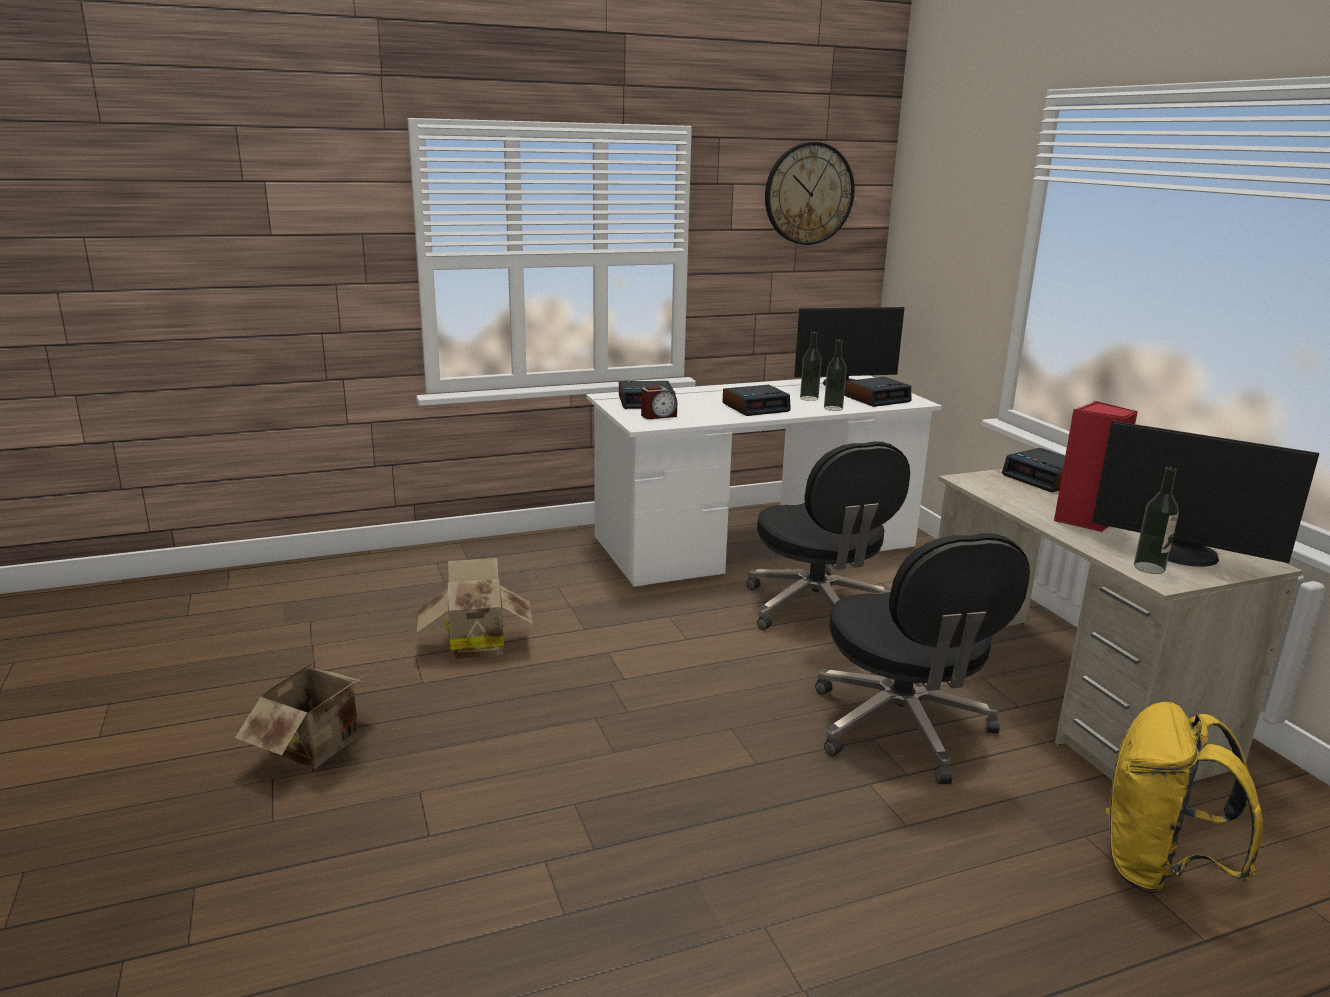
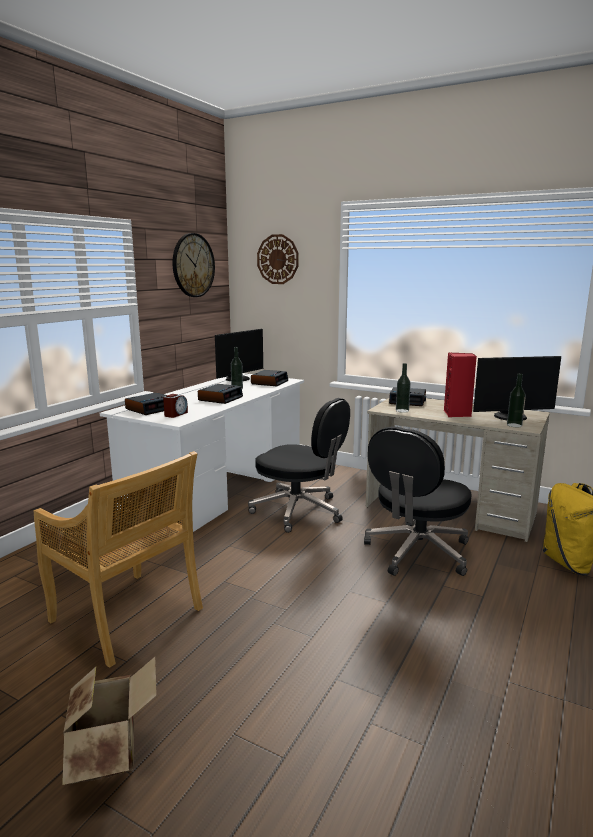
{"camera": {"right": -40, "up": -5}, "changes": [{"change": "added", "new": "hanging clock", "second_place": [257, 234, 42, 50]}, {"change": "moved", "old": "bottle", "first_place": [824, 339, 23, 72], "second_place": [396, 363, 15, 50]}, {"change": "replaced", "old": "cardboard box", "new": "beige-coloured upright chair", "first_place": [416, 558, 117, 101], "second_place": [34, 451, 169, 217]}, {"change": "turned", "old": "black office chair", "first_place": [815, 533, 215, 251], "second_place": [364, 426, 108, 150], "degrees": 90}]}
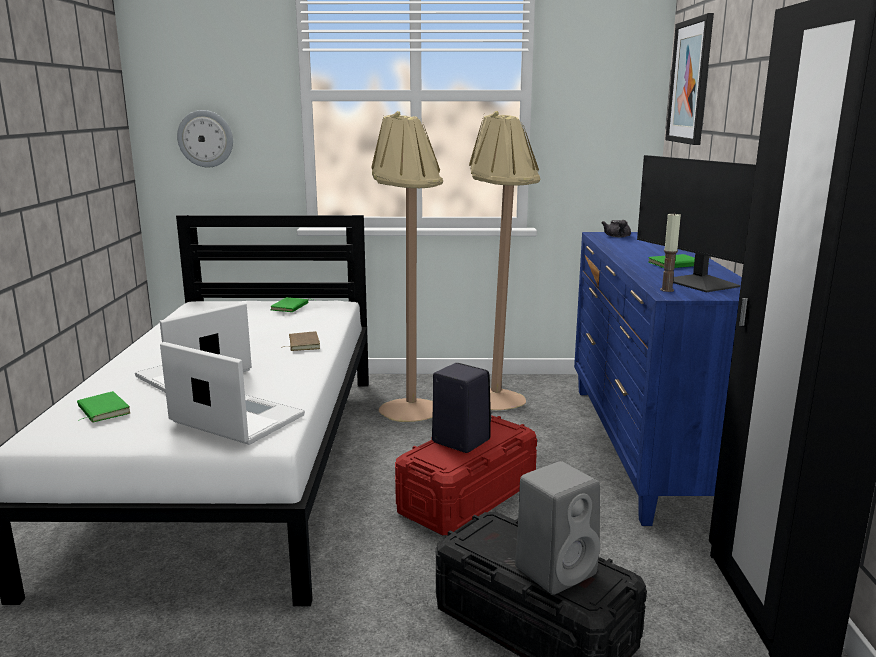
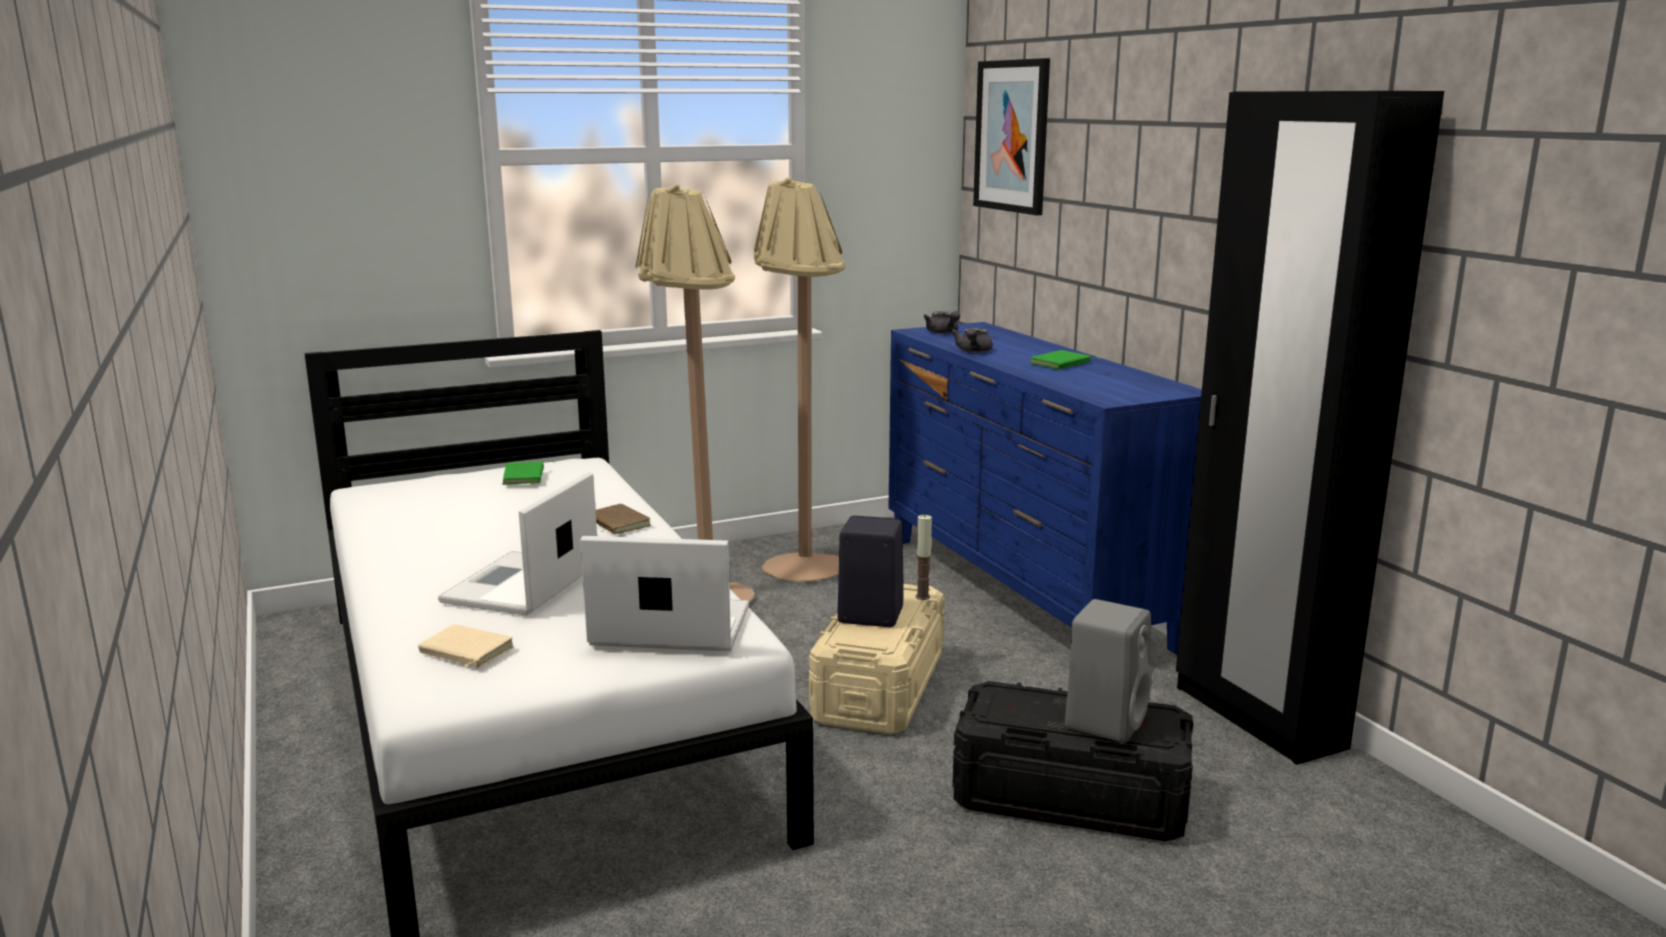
{"camera": {"right": -25, "up": 0}, "changes": [{"change": "removed", "old": "hanging clock", "first_place": [177, 110, 56, 57]}, {"change": "removed", "old": "computer display", "first_place": [637, 155, 119, 137]}, {"change": "added", "new": "greyish pot for tea", "second_place": [951, 328, 42, 25]}, {"change": "moved", "old": "wax candle", "first_place": [660, 212, 21, 80], "second_place": [915, 514, 17, 86]}, {"change": "recoloured", "old": "greenish volume", "new": "beige-coloured volume", "first_place": [77, 391, 53, 32], "second_place": [418, 624, 96, 45]}, {"change": "recoloured", "old": "reddish storage bin", "new": "beige-coloured storage bin", "first_place": [395, 415, 142, 120], "second_place": [809, 584, 136, 150]}]}
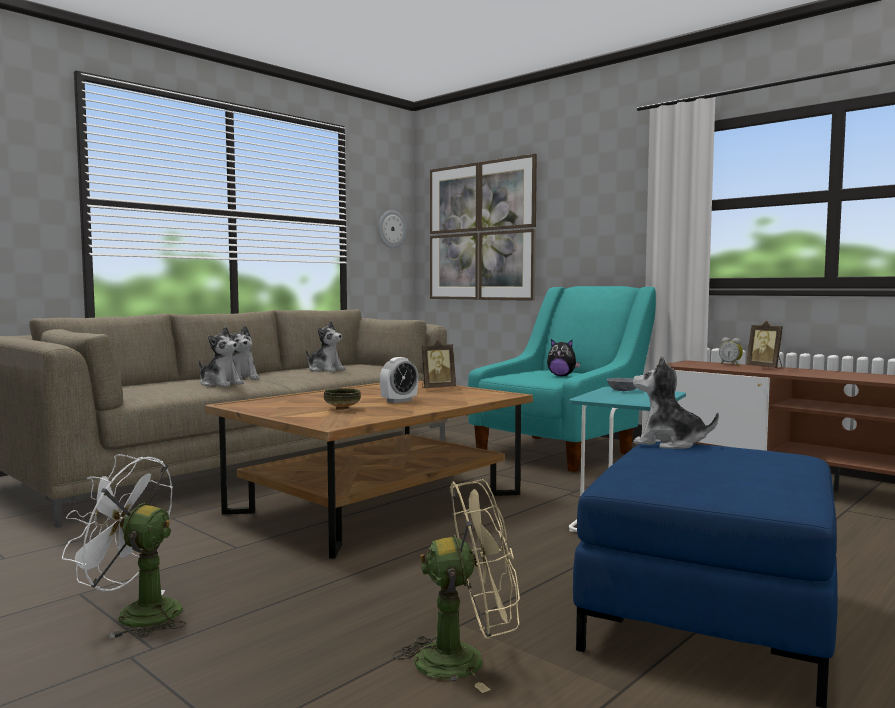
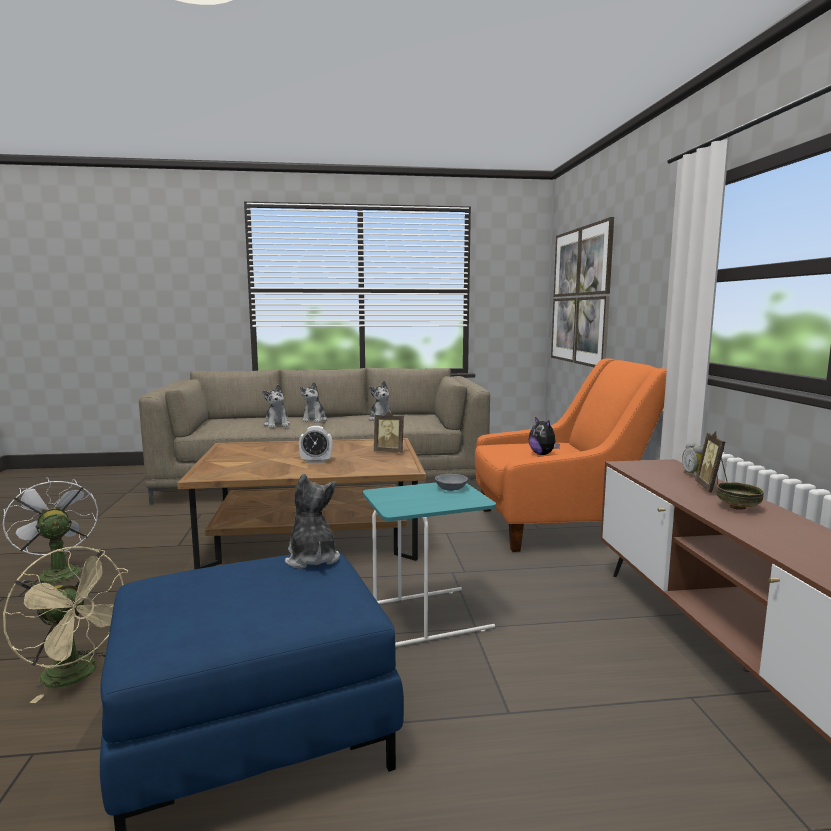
{"camera": {"right": 40, "up": 5}, "changes": [{"change": "removed", "old": "hanging clock", "first_place": [378, 210, 28, 38]}, {"change": "moved", "old": "deep dish", "first_place": [324, 388, 37, 22], "second_place": [716, 482, 48, 28]}, {"change": "recoloured", "old": "turquoise easy chair", "new": "orange-coloured easy chair", "first_place": [468, 286, 188, 186], "second_place": [475, 358, 192, 194]}]}
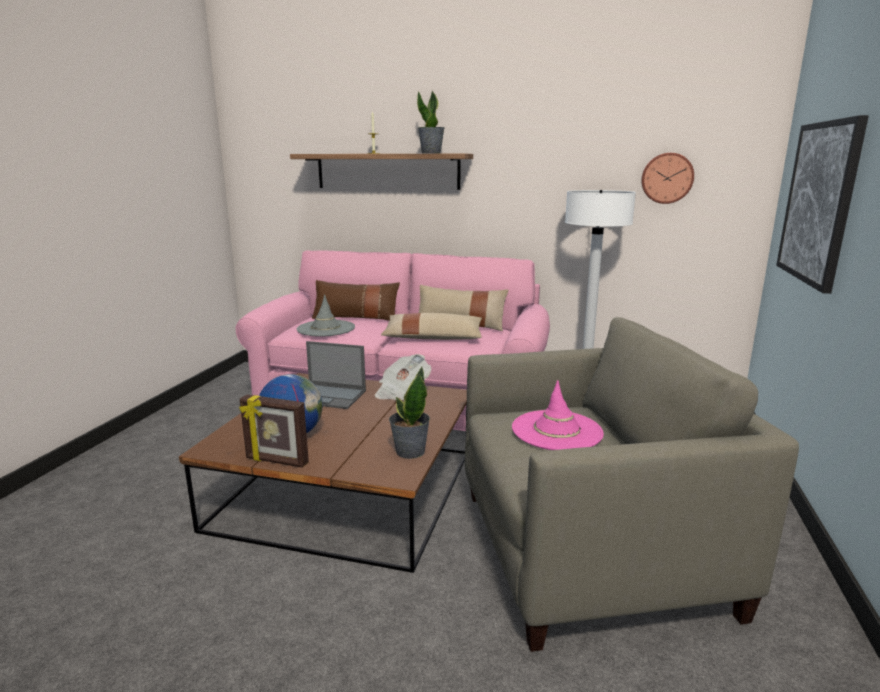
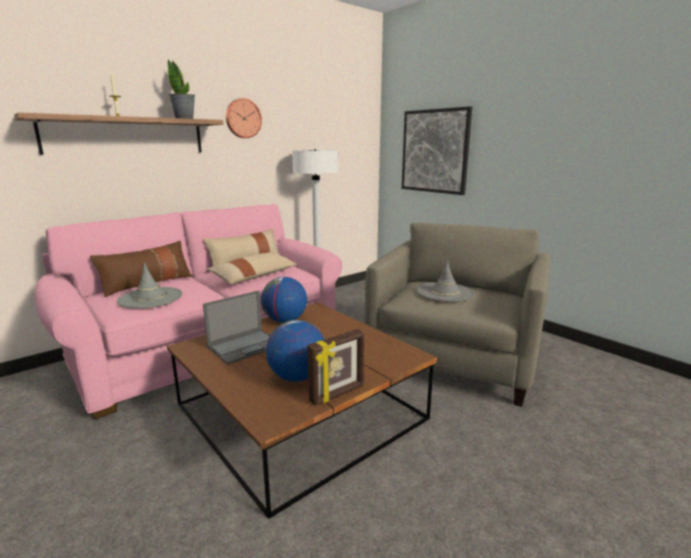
{"camera": {"right": -55, "up": 0}, "changes": [{"change": "removed", "old": "houseplant", "first_place": [389, 367, 41, 92]}, {"change": "moved", "old": "hanging clock", "first_place": [641, 153, 53, 51], "second_place": [226, 98, 36, 40]}, {"change": "replaced", "old": "daily paper", "new": "globe", "first_place": [374, 354, 57, 46], "second_place": [261, 277, 46, 46]}, {"change": "recoloured", "old": "pinkish wearable hat", "new": "greyish wearable hat", "first_place": [512, 380, 92, 70], "second_place": [417, 260, 57, 42]}]}
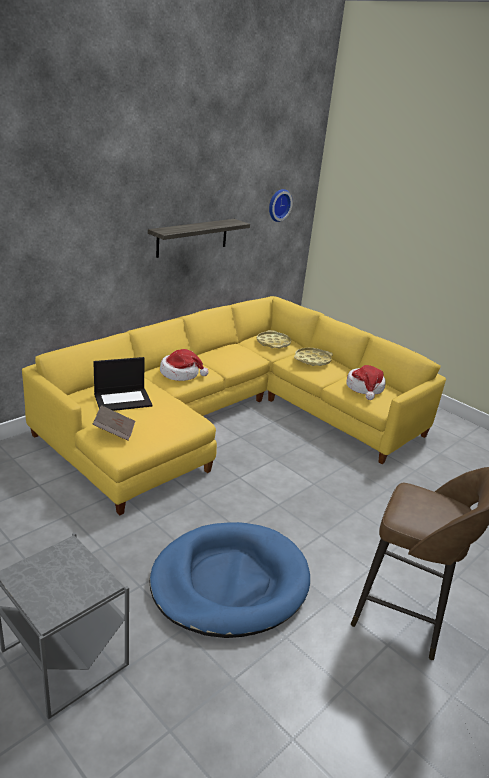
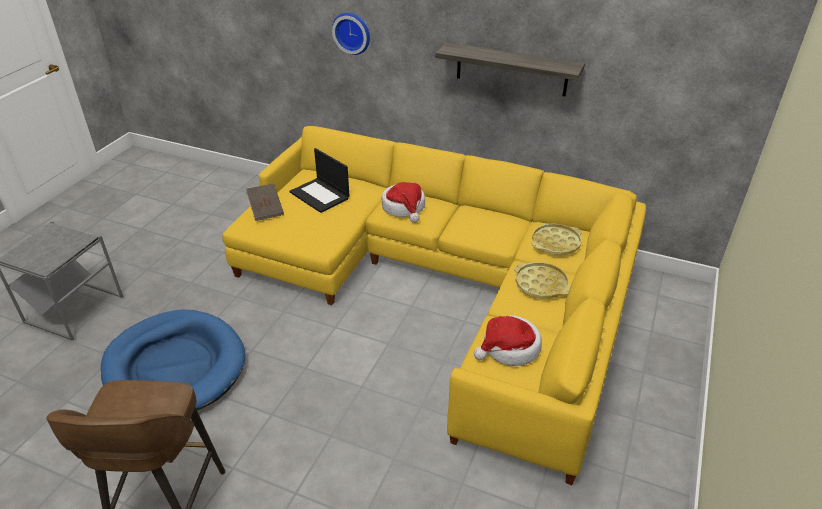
{"camera": {"right": 70, "up": 10}, "changes": [{"change": "moved", "old": "hanging clock", "first_place": [269, 189, 24, 33], "second_place": [332, 13, 38, 42]}]}
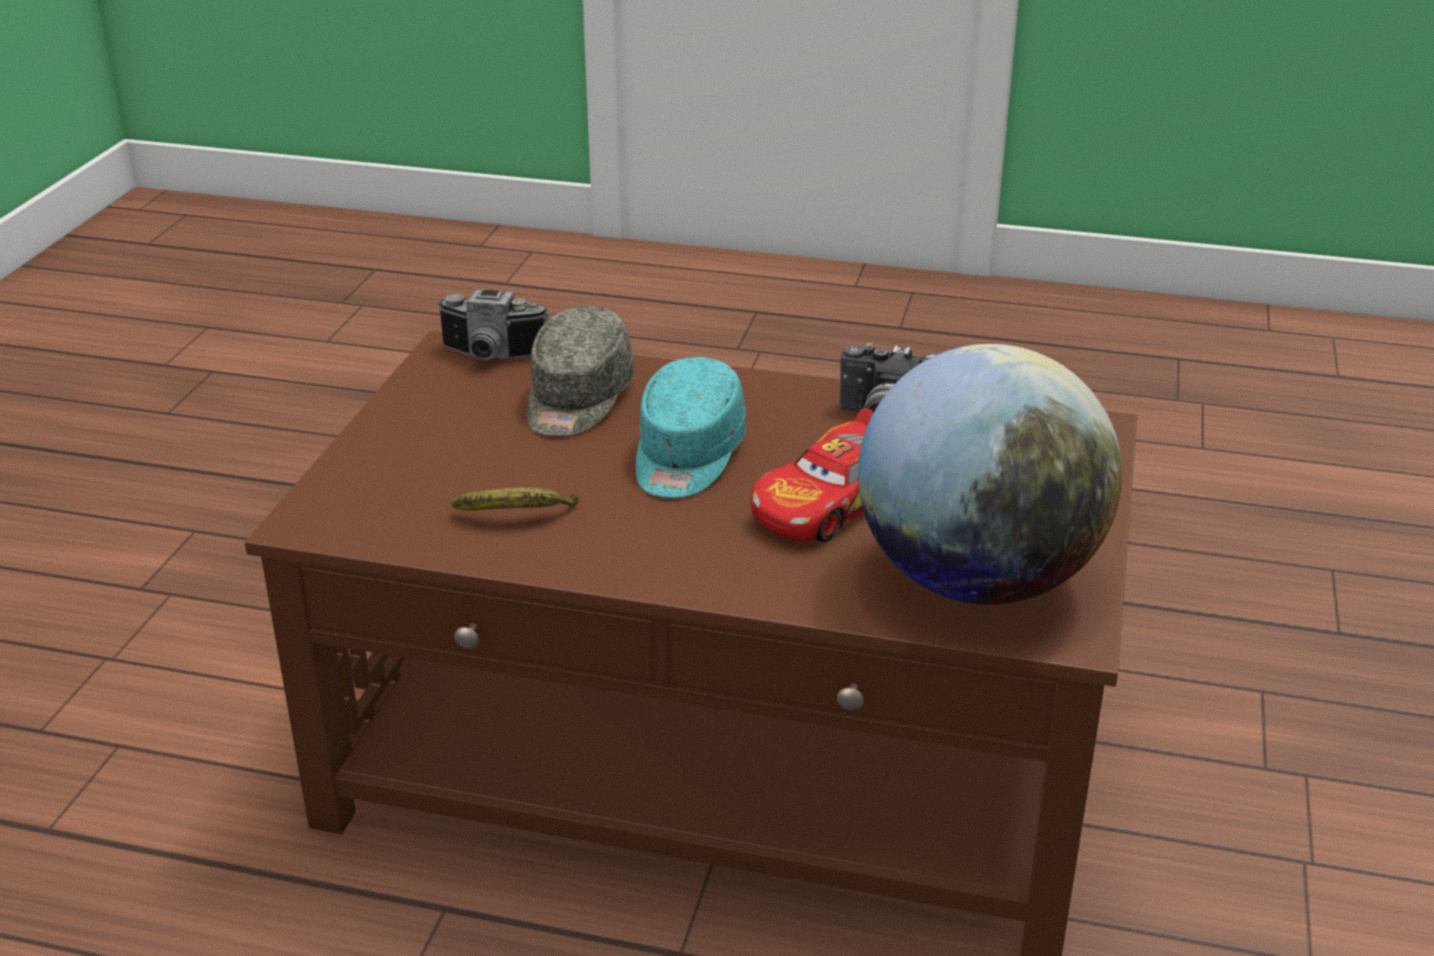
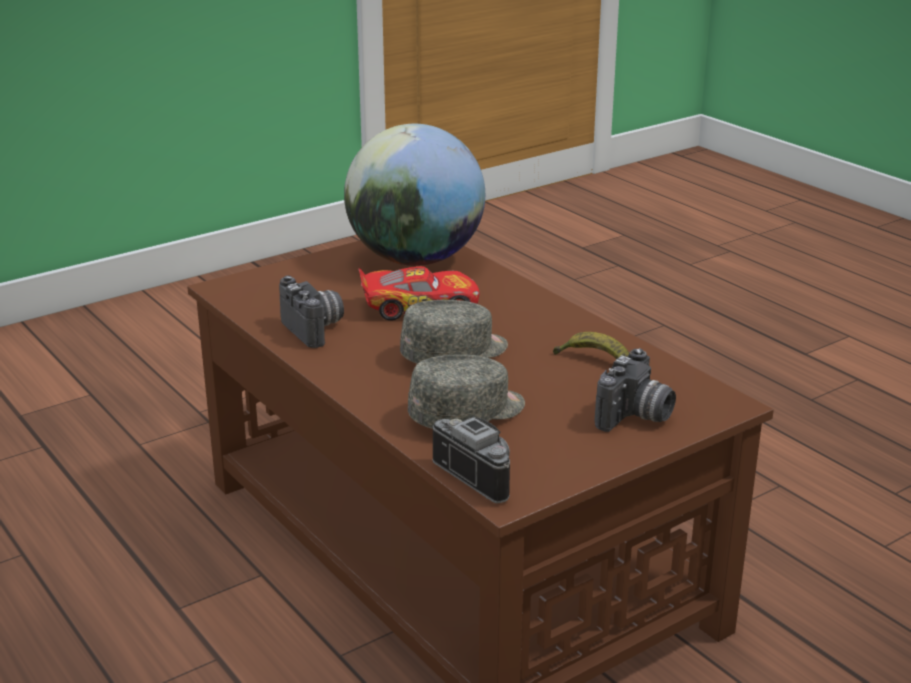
{"camera": {"right": -140, "up": -5}, "changes": [{"change": "added", "new": "photo camera", "second_place": [595, 348, 81, 84]}, {"change": "recoloured", "old": "turquoise baseball cap", "new": "greyish baseball cap", "first_place": [636, 357, 110, 141], "second_place": [400, 300, 108, 64]}]}
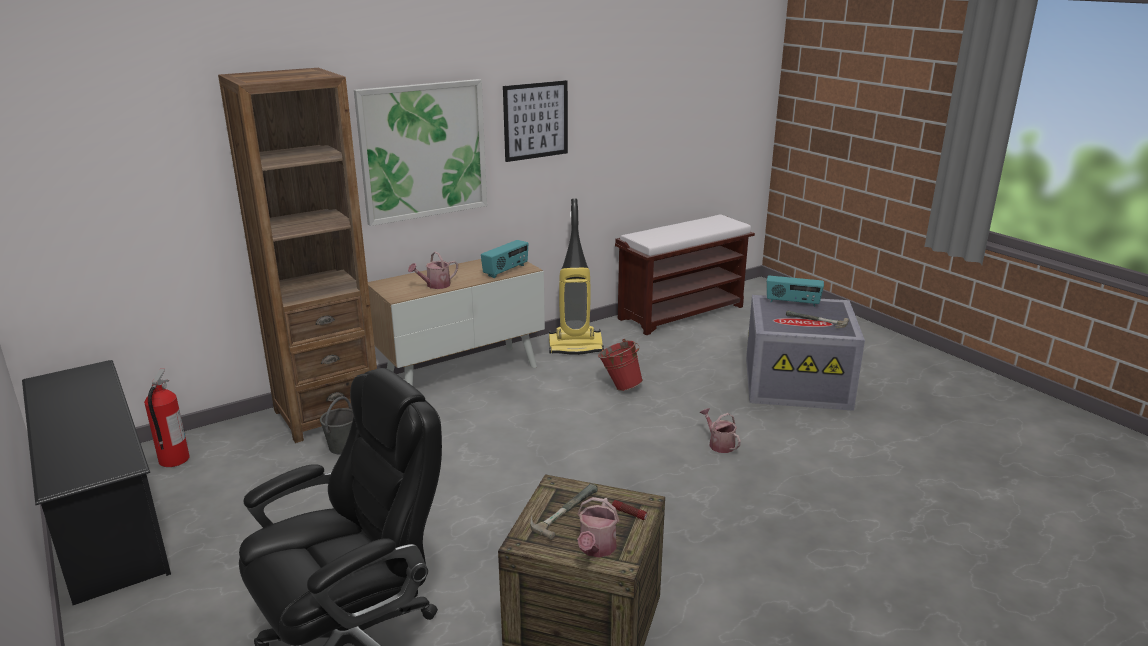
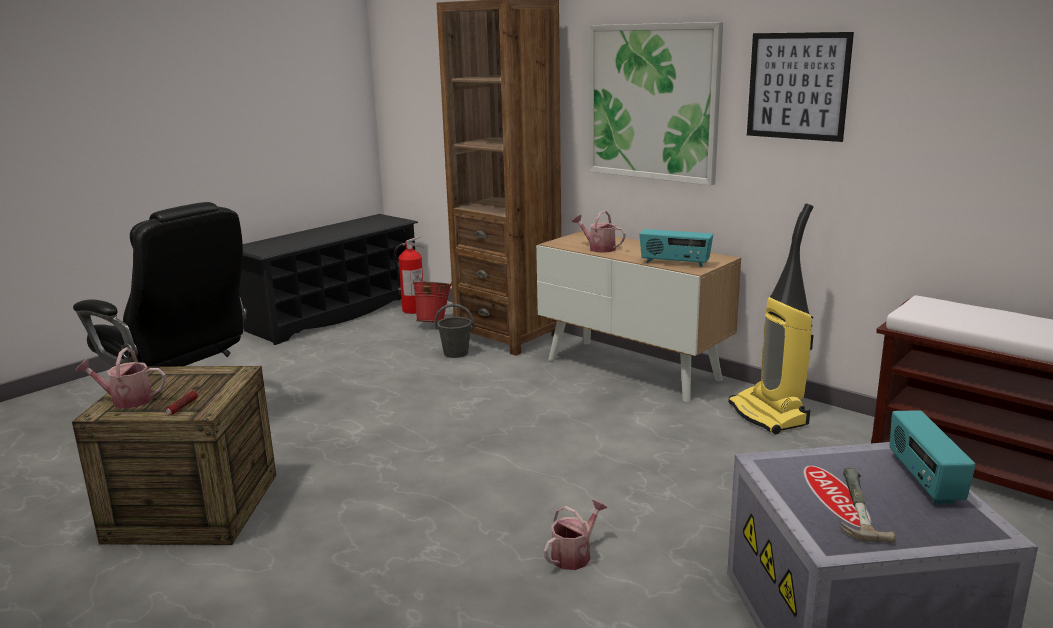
{"camera": {"right": 75, "up": -5}, "changes": [{"change": "removed", "old": "hammer", "first_place": [530, 483, 68, 57]}, {"change": "moved", "old": "reddish bucket", "first_place": [598, 339, 45, 52], "second_place": [411, 280, 41, 43]}]}
